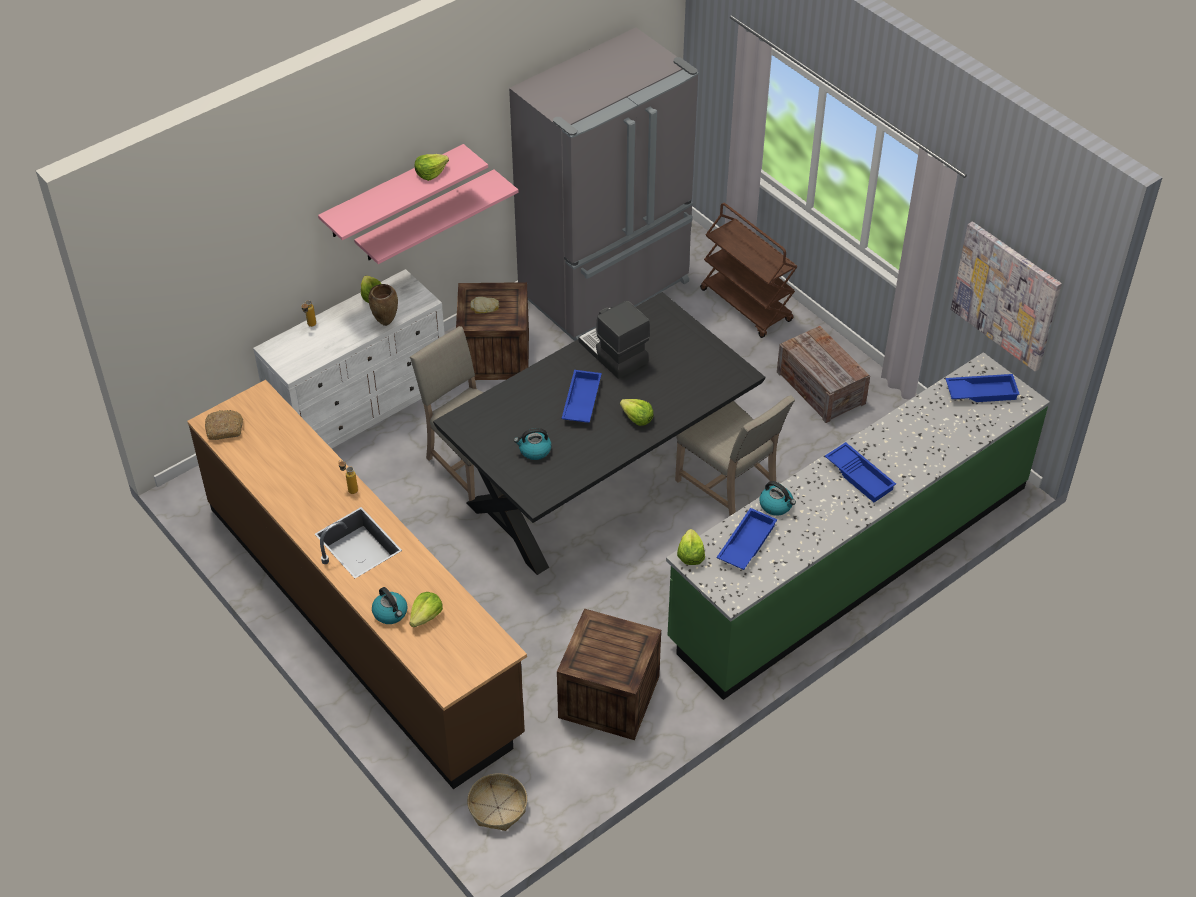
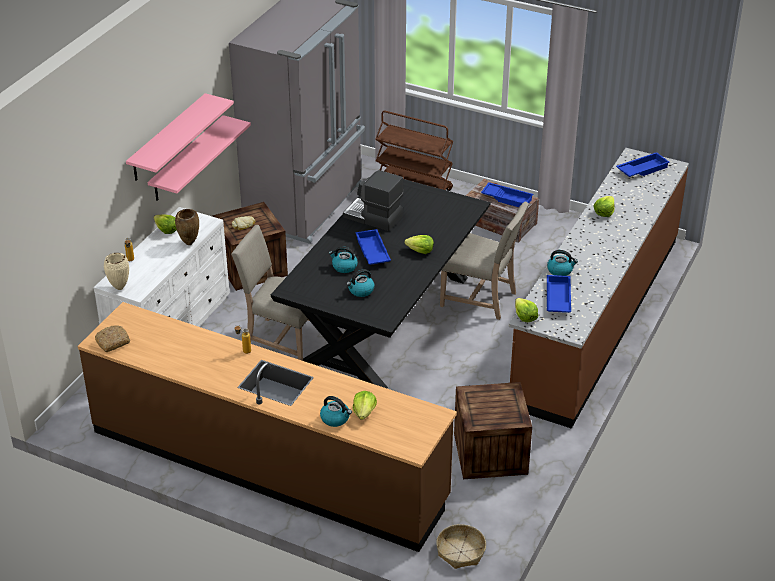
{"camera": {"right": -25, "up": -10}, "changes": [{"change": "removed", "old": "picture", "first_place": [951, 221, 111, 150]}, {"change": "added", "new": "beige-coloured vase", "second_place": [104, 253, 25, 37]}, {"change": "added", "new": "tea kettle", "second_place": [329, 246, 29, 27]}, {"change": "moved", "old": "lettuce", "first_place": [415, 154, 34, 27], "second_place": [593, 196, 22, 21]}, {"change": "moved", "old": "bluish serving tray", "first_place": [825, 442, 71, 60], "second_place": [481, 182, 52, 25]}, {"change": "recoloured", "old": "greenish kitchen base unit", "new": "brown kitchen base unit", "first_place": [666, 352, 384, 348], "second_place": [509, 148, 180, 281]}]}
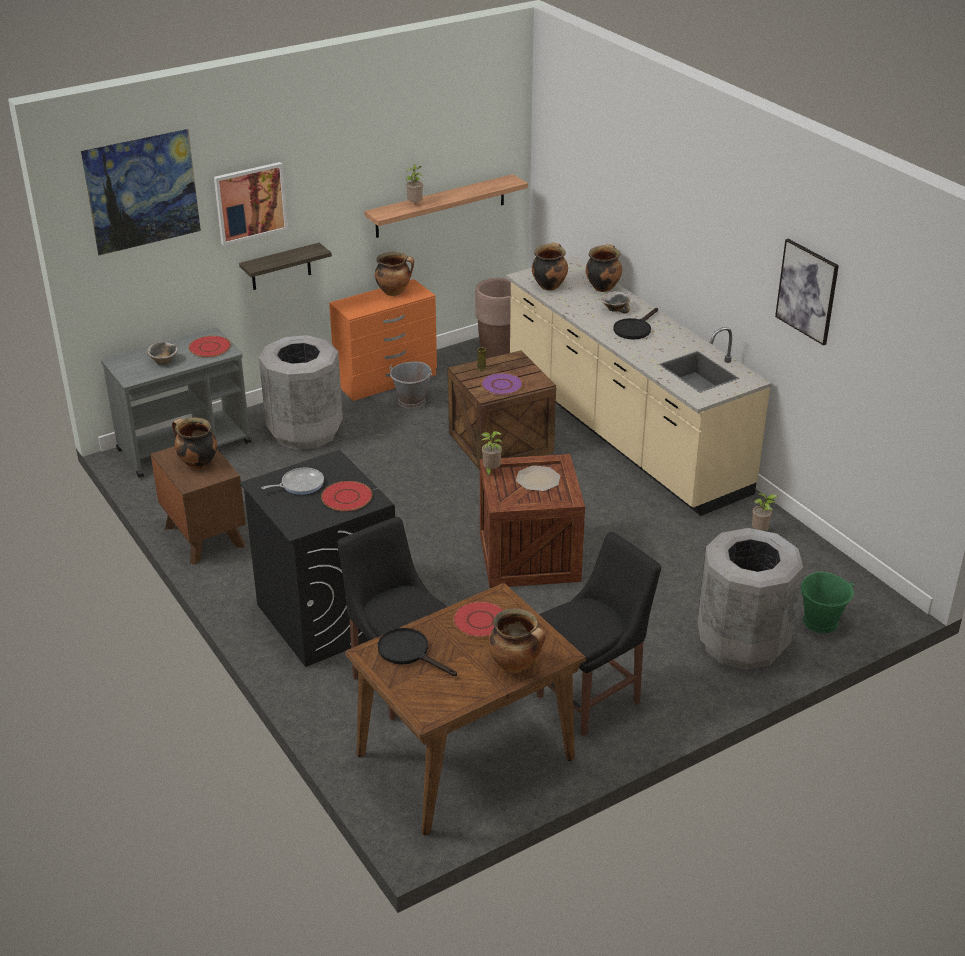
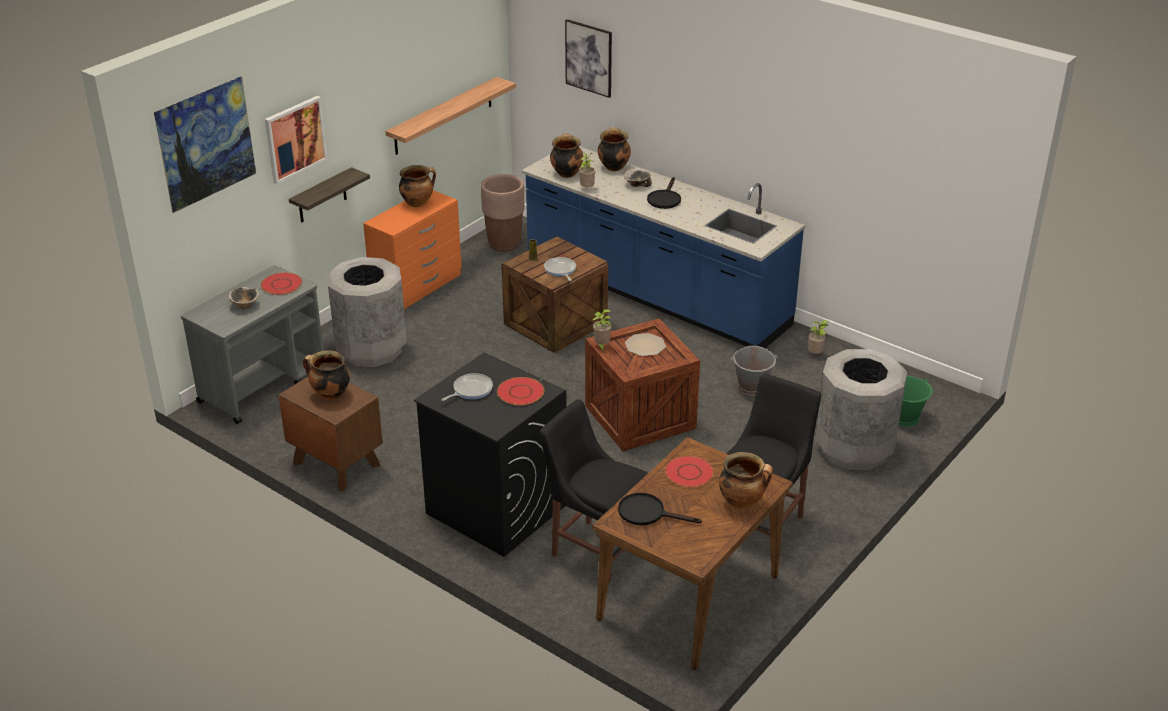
{"camera": {"right": -20, "up": 0}, "changes": [{"change": "moved", "old": "greyish bucket", "first_place": [389, 362, 43, 47], "second_place": [731, 346, 47, 50]}, {"change": "moved", "old": "houseplant", "first_place": [406, 164, 17, 38], "second_place": [579, 152, 16, 35]}, {"change": "moved", "old": "picture", "first_place": [775, 239, 64, 107], "second_place": [565, 19, 47, 79]}, {"change": "replaced", "old": "purple-coloured dinner plate", "new": "skillet", "first_place": [481, 373, 42, 22], "second_place": [544, 257, 32, 24]}, {"change": "recoloured", "old": "beige-coloured kitchen base unit", "new": "bluish kitchen base unit", "first_place": [506, 256, 266, 260], "second_place": [522, 146, 283, 202]}]}
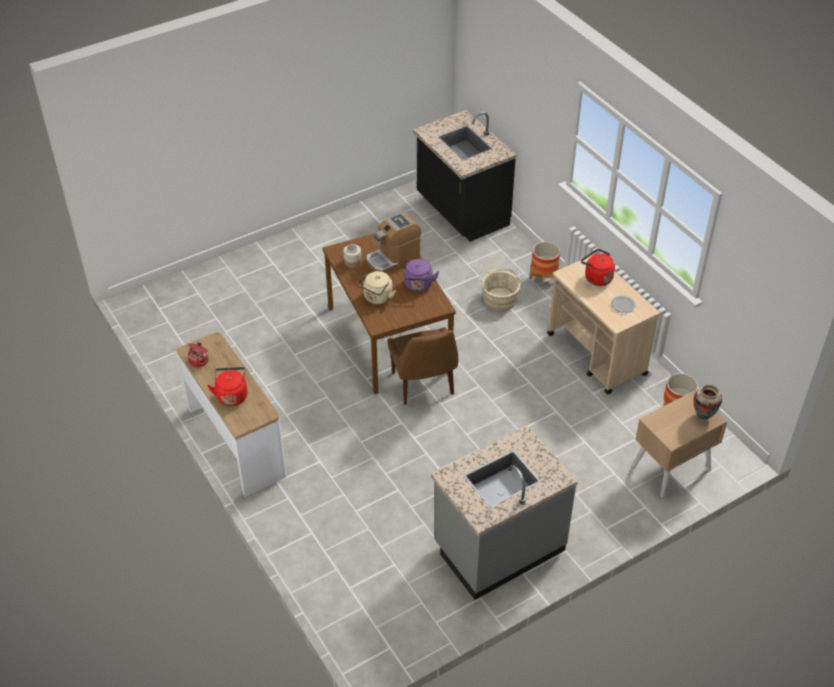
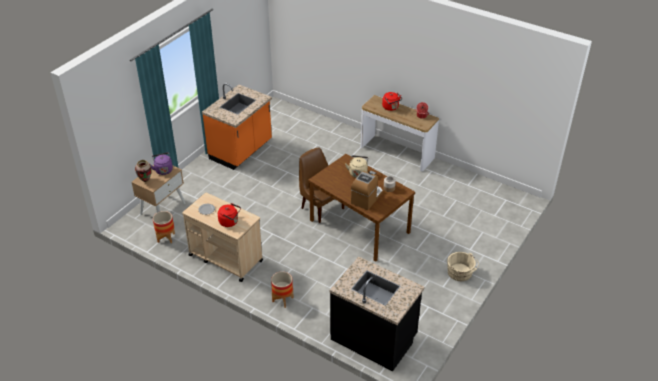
{"camera": {"right": 155, "up": -5}, "changes": [{"change": "moved", "old": "purple-coloured tea kettle", "first_place": [404, 259, 35, 33], "second_place": [151, 152, 22, 23]}, {"change": "moved", "old": "beige-coloured bucket", "first_place": [480, 268, 41, 43], "second_place": [447, 252, 32, 29]}, {"change": "recoloured", "old": "greyish kitchen base unit", "new": "orange-coloured kitchen base unit", "first_place": [431, 426, 147, 174], "second_place": [202, 83, 70, 87]}]}
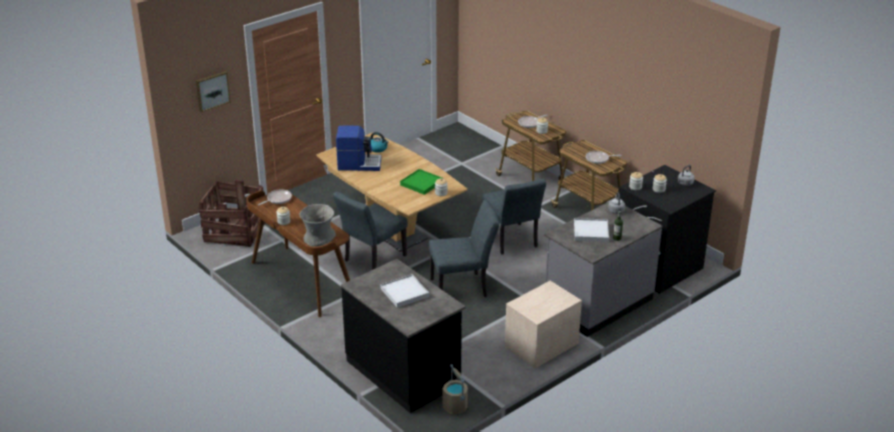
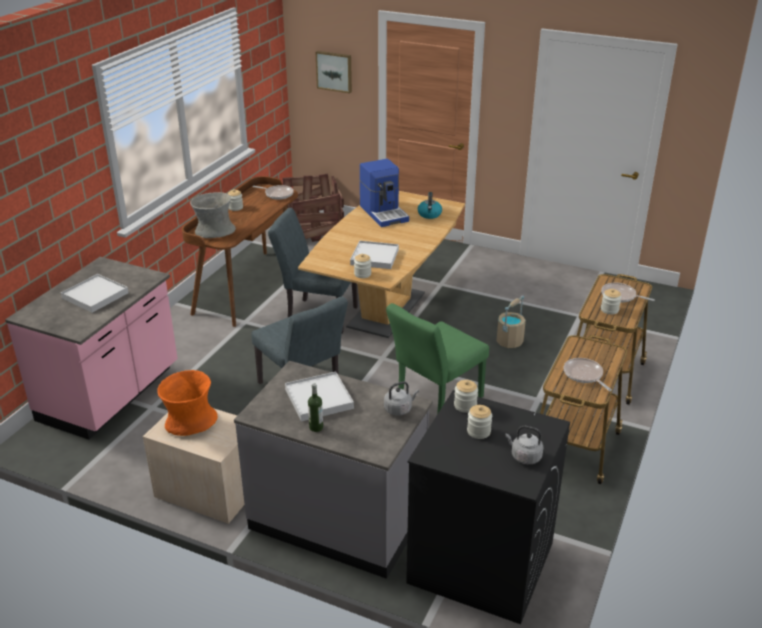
{"camera": {"right": 65, "up": 0}, "changes": [{"change": "added", "new": "orange-coloured vase", "second_place": [157, 370, 61, 66]}, {"change": "moved", "old": "beige-coloured bucket", "first_place": [443, 364, 25, 50], "second_place": [496, 295, 30, 53]}, {"change": "recoloured", "old": "black kitchen base unit", "new": "pinkish kitchen base unit", "first_place": [341, 259, 125, 154], "second_place": [5, 257, 173, 183]}, {"change": "recoloured", "old": "greenish serving tray", "new": "white-coloured serving tray", "first_place": [400, 169, 43, 26], "second_place": [350, 241, 49, 28]}, {"change": "recoloured", "old": "greyish upright chair", "new": "greenish upright chair", "first_place": [482, 179, 64, 76], "second_place": [386, 303, 103, 111]}]}
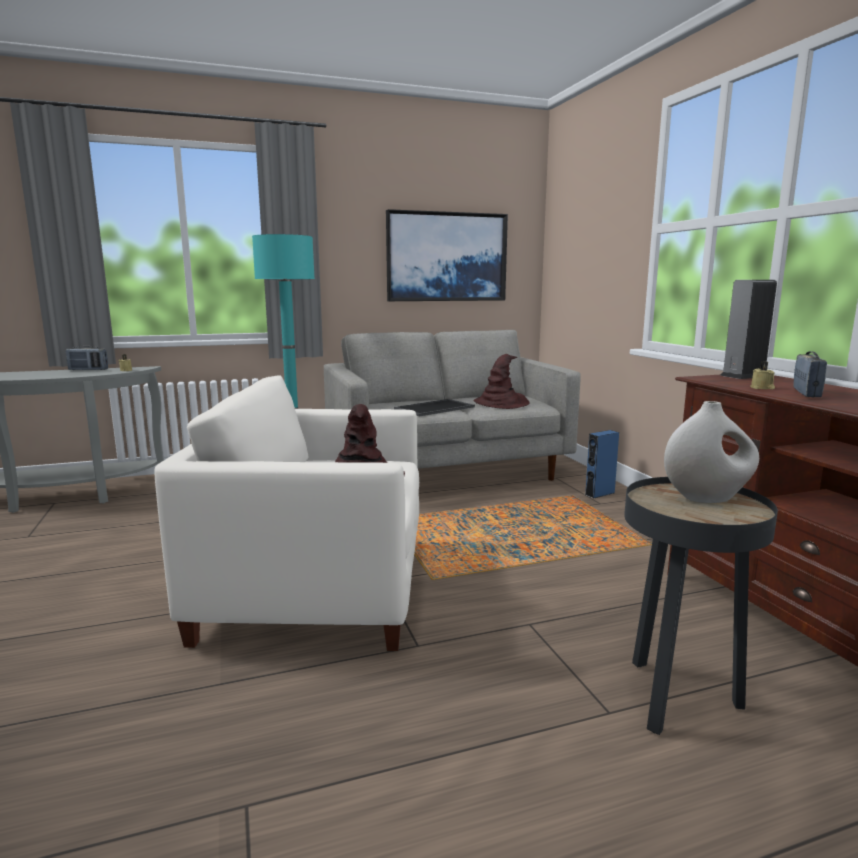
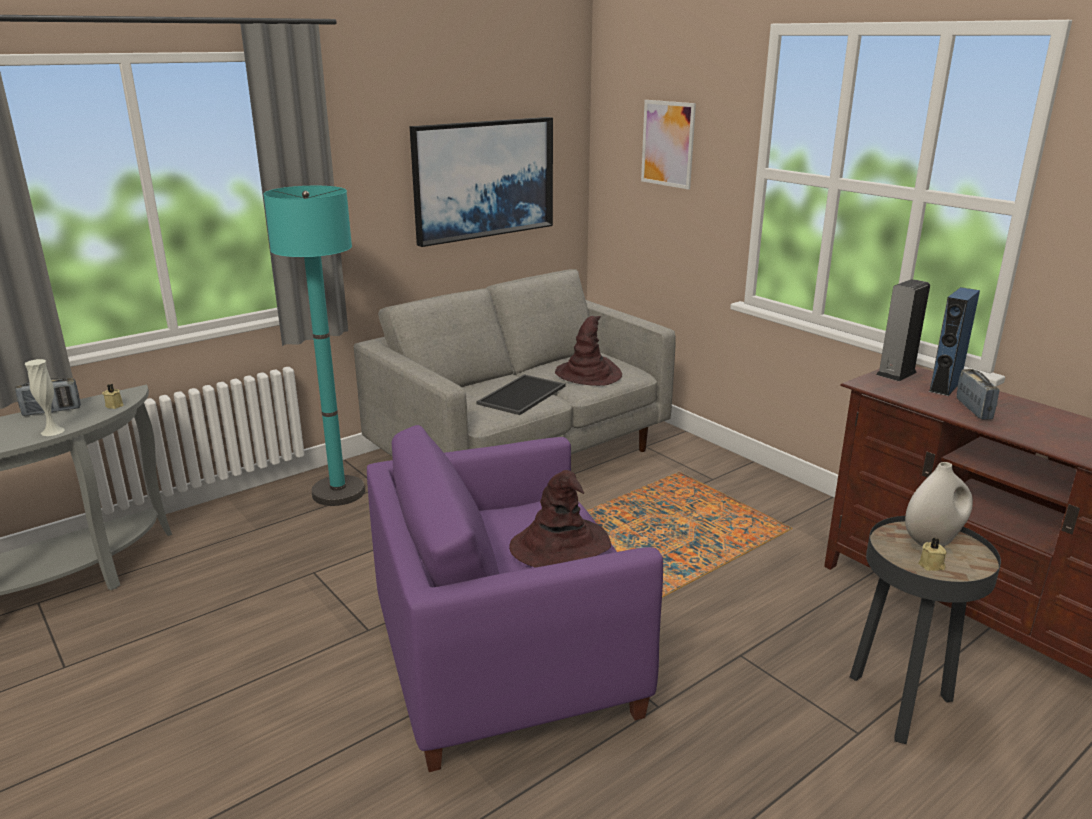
{"camera": {"right": -20, "up": 10}, "changes": [{"change": "added", "new": "white-coloured vase", "second_place": [24, 359, 41, 77]}, {"change": "added", "new": "picture", "second_place": [641, 100, 55, 90]}, {"change": "moved", "old": "bluish audio speaker", "first_place": [585, 430, 34, 69], "second_place": [929, 287, 51, 109]}, {"change": "moved", "old": "beige-coloured wax candle", "first_place": [750, 361, 25, 29], "second_place": [918, 538, 29, 33]}, {"change": "recoloured", "old": "white-coloured easy chair", "new": "purple-coloured easy chair", "first_place": [154, 375, 265, 276], "second_place": [367, 425, 296, 347]}]}
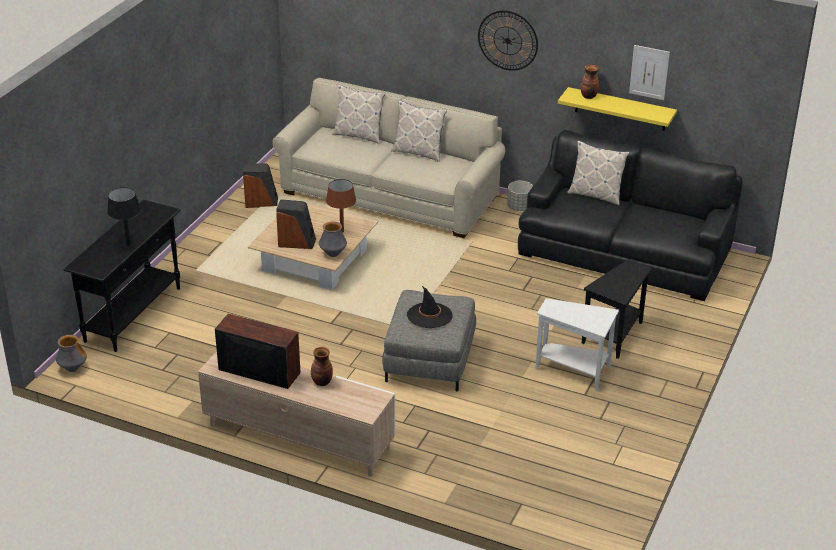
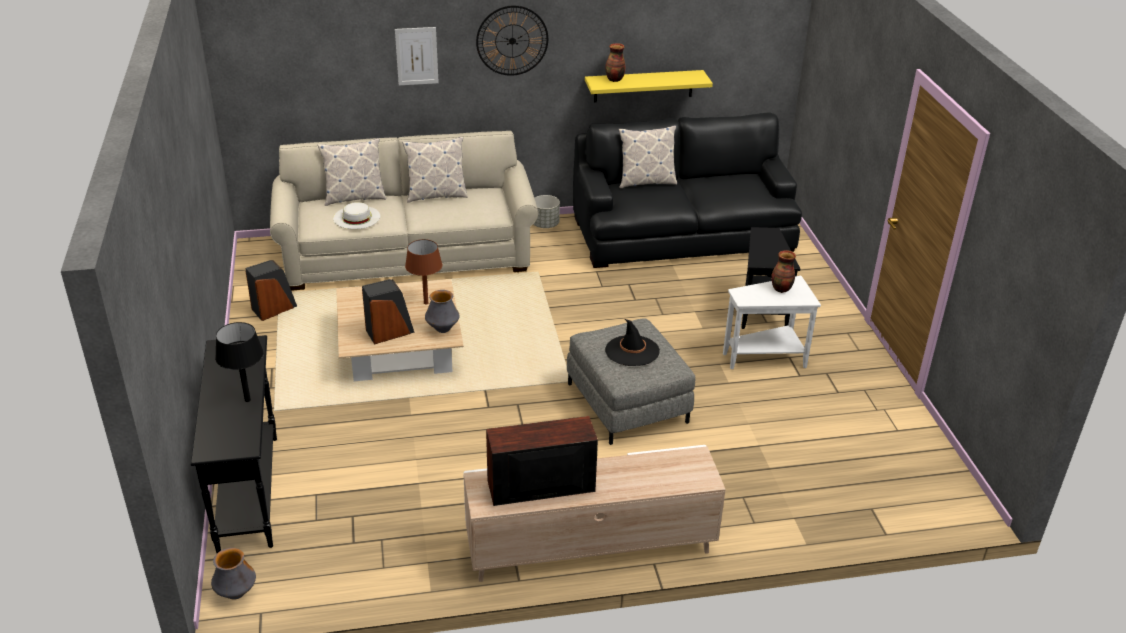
{"camera": {"right": -35, "up": 0}, "changes": [{"change": "added", "new": "white-coloured wearable hat", "second_place": [333, 202, 47, 27]}, {"change": "moved", "old": "vase", "first_place": [311, 347, 22, 39], "second_place": [771, 250, 25, 43]}, {"change": "moved", "old": "picture", "first_place": [629, 45, 41, 55], "second_place": [395, 27, 44, 58]}]}
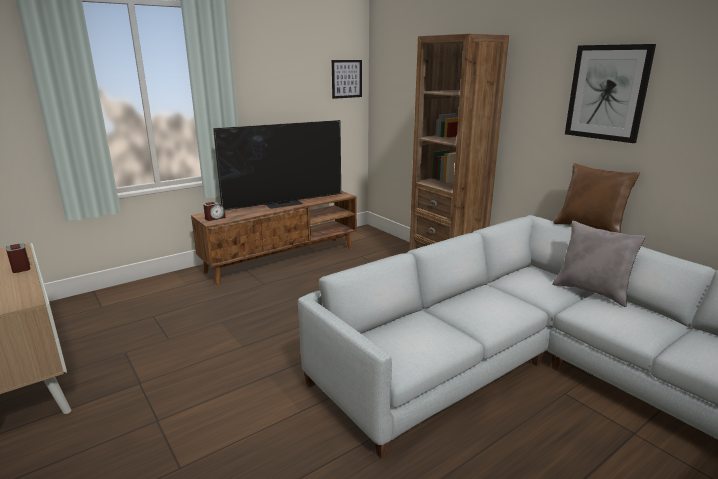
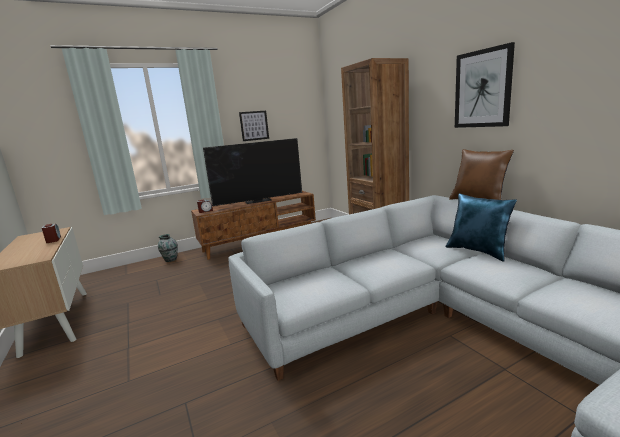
{"camera": {"right": 10, "up": -5}, "changes": [{"change": "added", "new": "vase", "second_place": [158, 234, 20, 28]}, {"change": "moved", "old": "picture", "first_place": [332, 60, 30, 39], "second_place": [239, 111, 30, 30]}, {"change": "recoloured", "old": "greyish pillow", "new": "bluish pillow", "first_place": [552, 221, 94, 86], "second_place": [446, 193, 71, 69]}]}
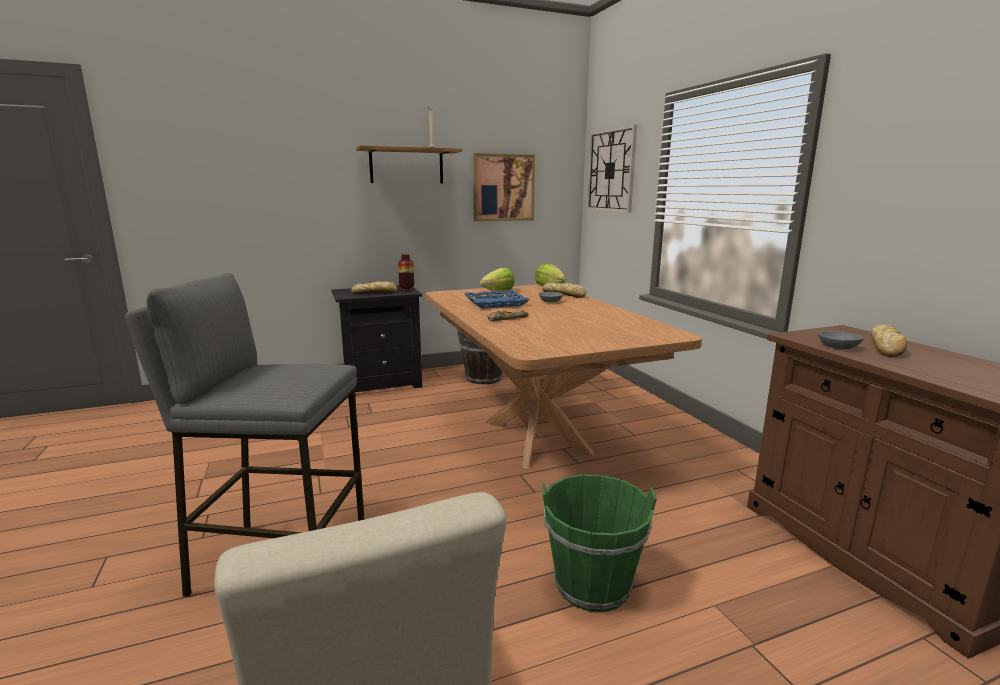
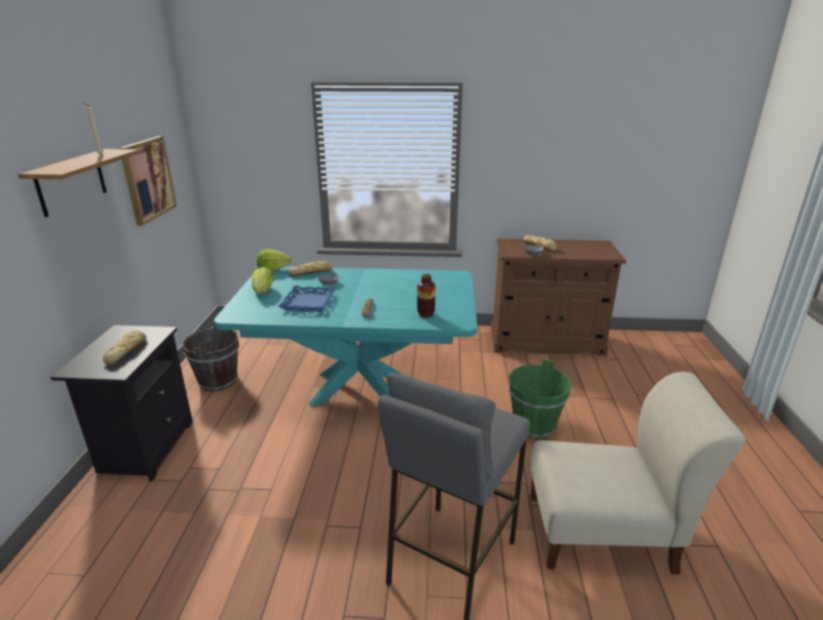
{"camera": {"right": -65, "up": 10}, "changes": [{"change": "removed", "old": "hanging clock", "first_place": [587, 125, 50, 88]}, {"change": "moved", "old": "vase", "first_place": [398, 254, 16, 37], "second_place": [417, 274, 18, 44]}, {"change": "recoloured", "old": "brown dinner table", "new": "turquoise dinner table", "first_place": [426, 285, 276, 184], "second_place": [214, 266, 263, 141]}]}
